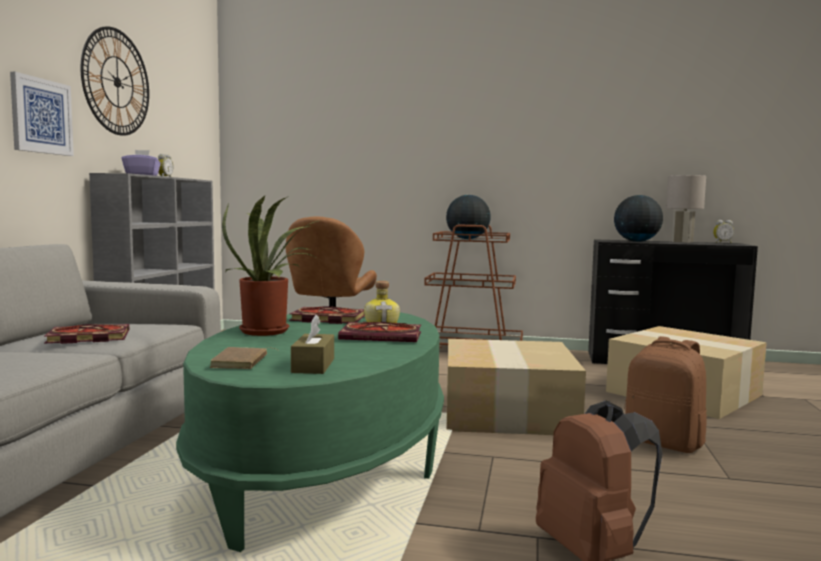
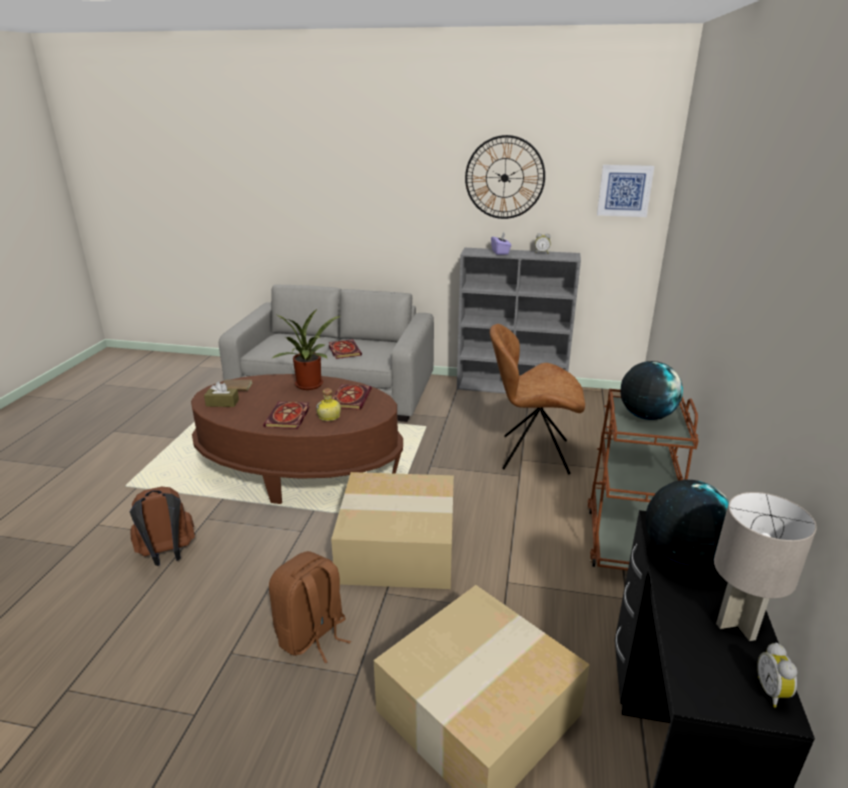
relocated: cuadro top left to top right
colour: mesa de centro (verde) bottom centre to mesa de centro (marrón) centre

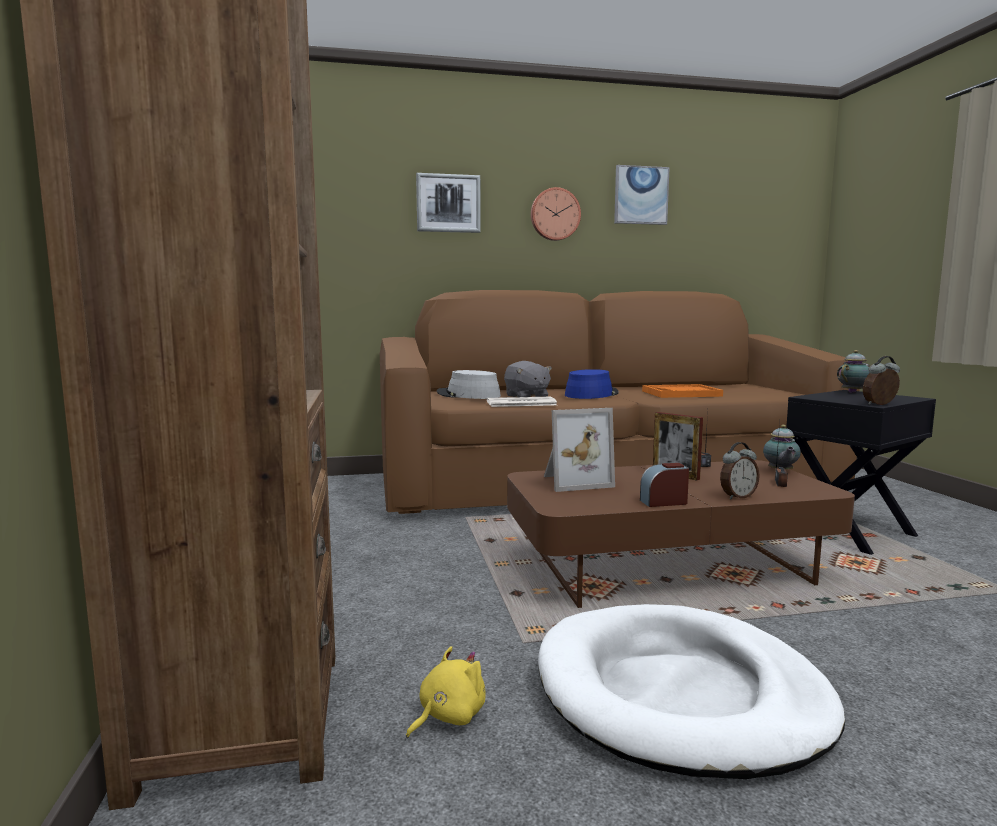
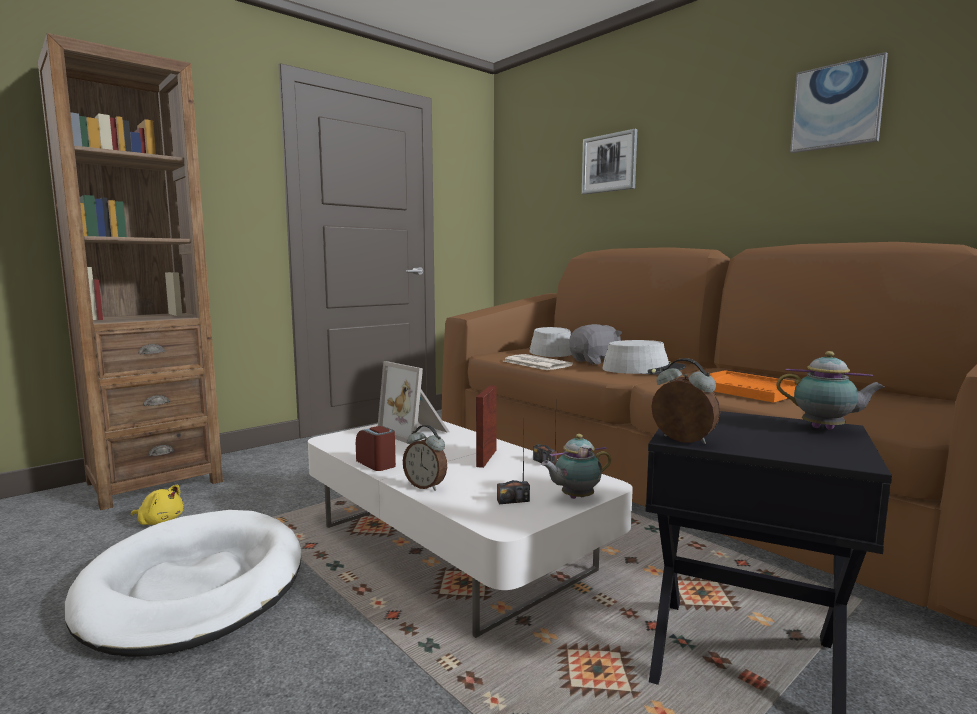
missing: reloj de pared top centre
colour: mesa de centro (marrón) middle right to mesa de centro (blanco) bottom centre; sombrero (azul) centre to sombrero (gris) (no. 2 from left) centre
spun: peluche (gris) centre = centre 150 degrees counterclockwise

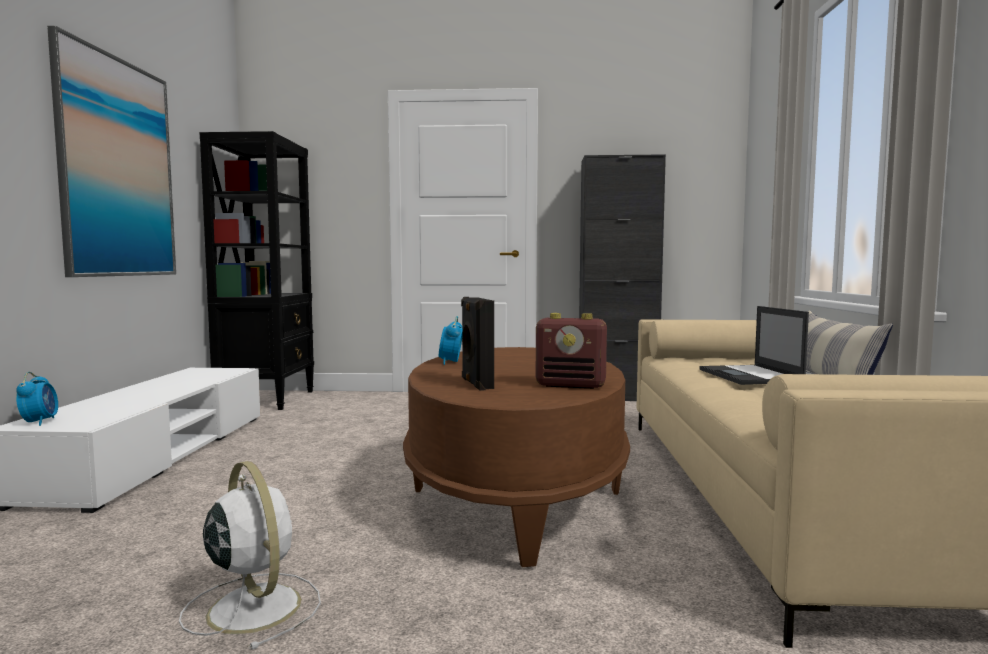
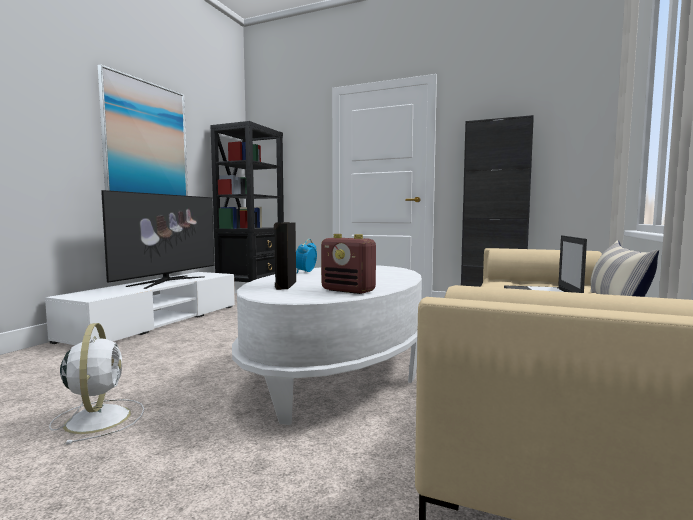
missing: despertador (no. 1 from left) middle left
appeared: televisor middle left
colour: mesa de centro (marrón) bottom centre to mesa de centro (blanco) centre

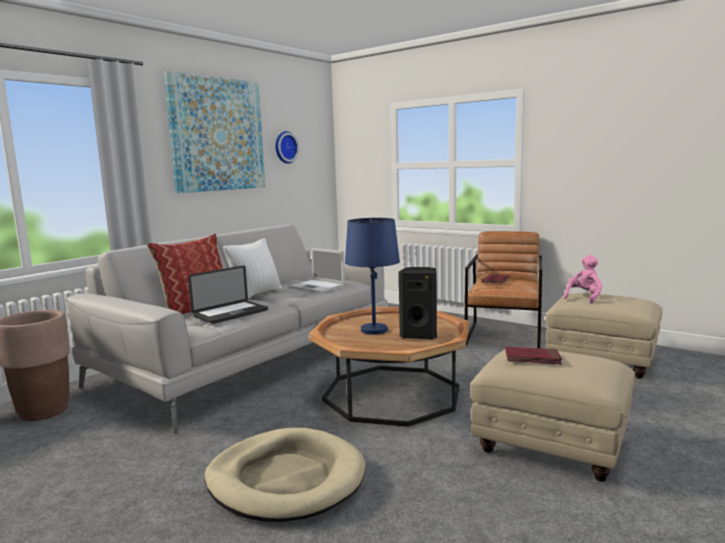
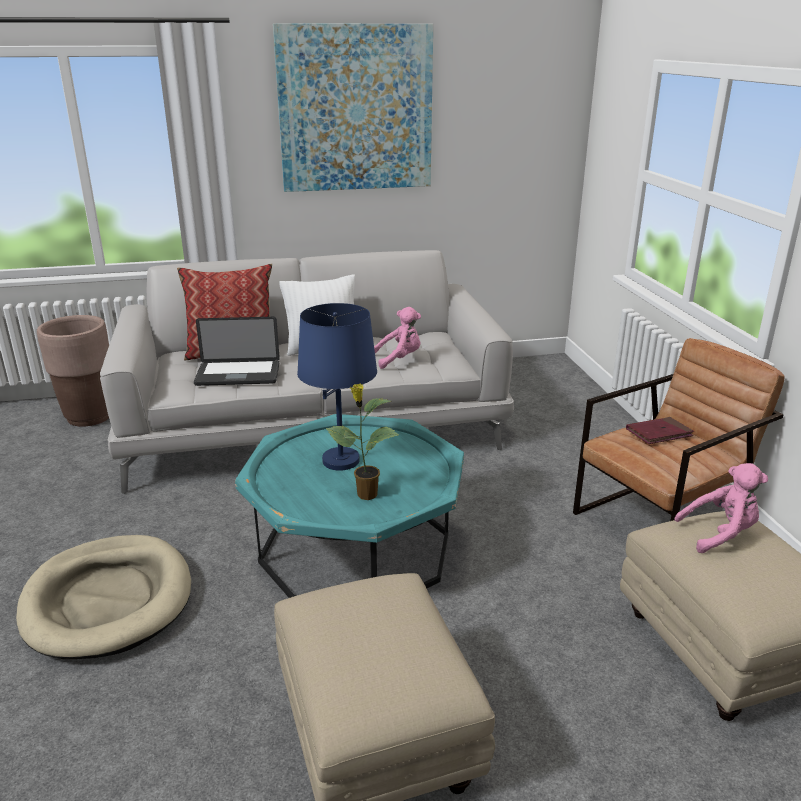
missing: reloj de pared top centre; libro (rojo) (no. 2 from left) middle right
exchanged: portátil (no. 2 from left) centre to peluche (rosa) (no. 1 from left) centre; altavoz (negro) centre to planta en maceta centre
colour: mesa de centro (marrón) bottom centre to mesa de centro (turquesa) centre

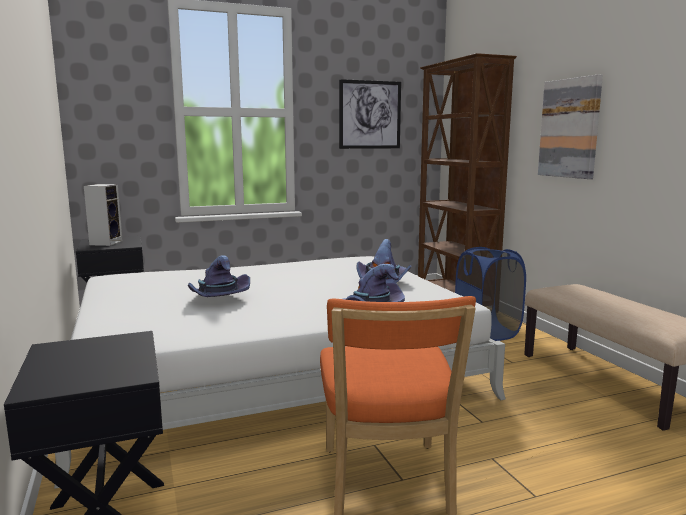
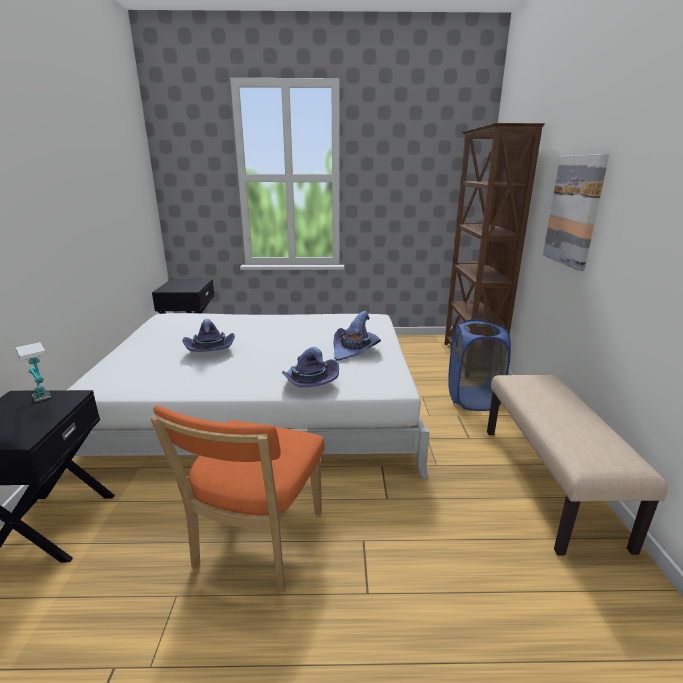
missing: altavoz middle left; cuadro (no. 1 from left) top centre
appeared: lámpara de mesa middle left

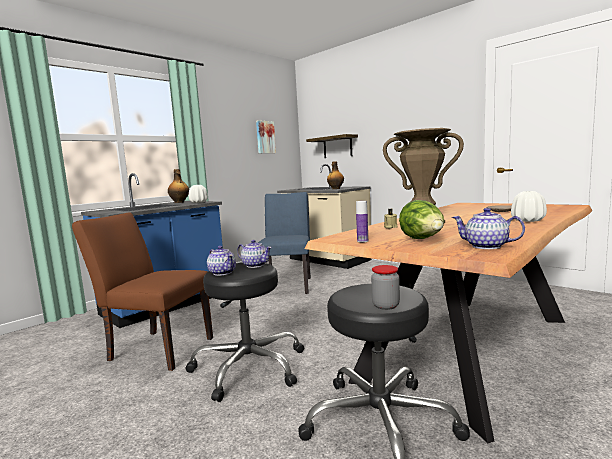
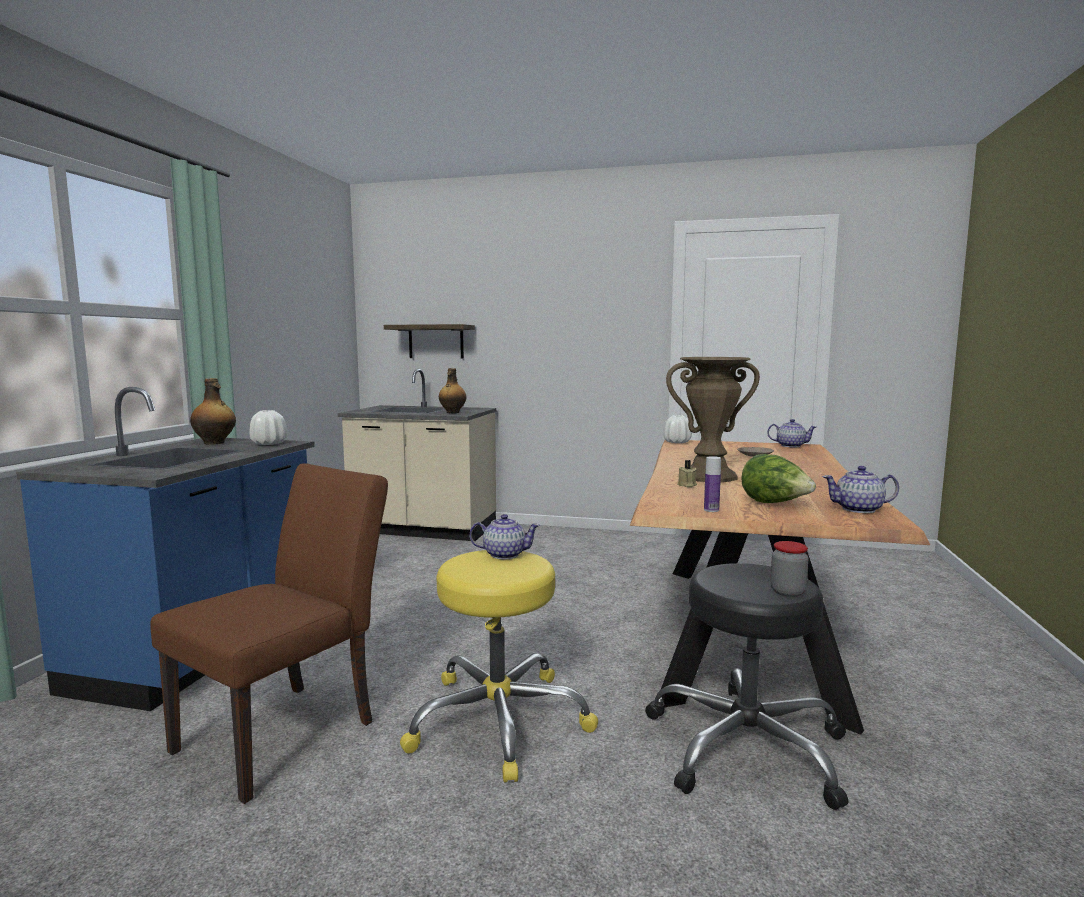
missing: cuadro top centre; silla (azul) centre
relocated: tetera (no. 1 from left in the first image) centre to tetera (no. 2 from left) middle right; florero (blanco) (no. 2 from left) middle right to centre
colour: taburete (negro) (no. 1 from left) bottom centre to taburete (amarillo) bottom centre
spun: silla (marrón) middle left = bottom left 135 degrees clockwise

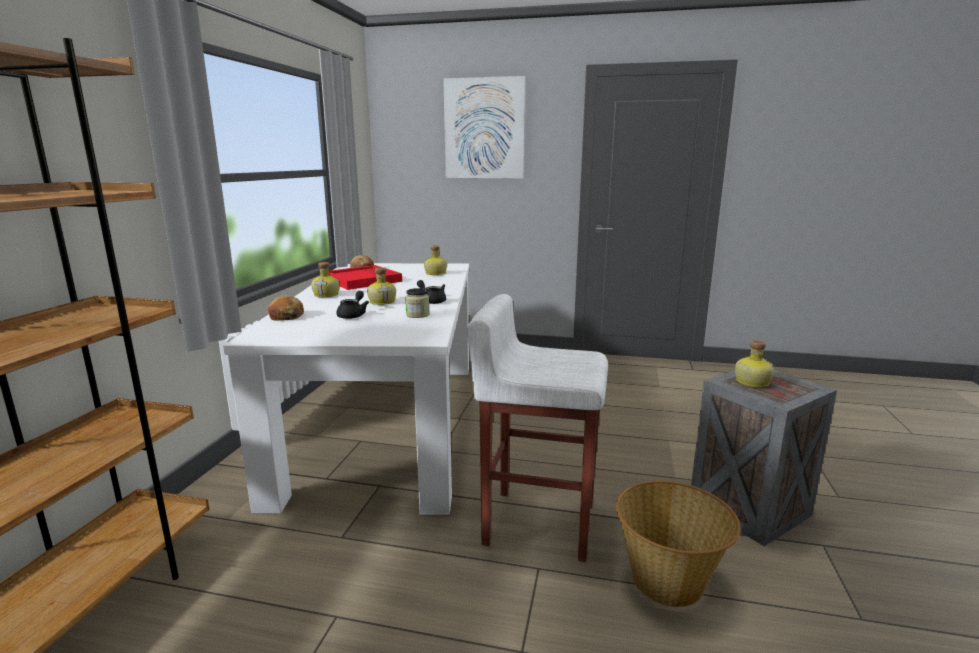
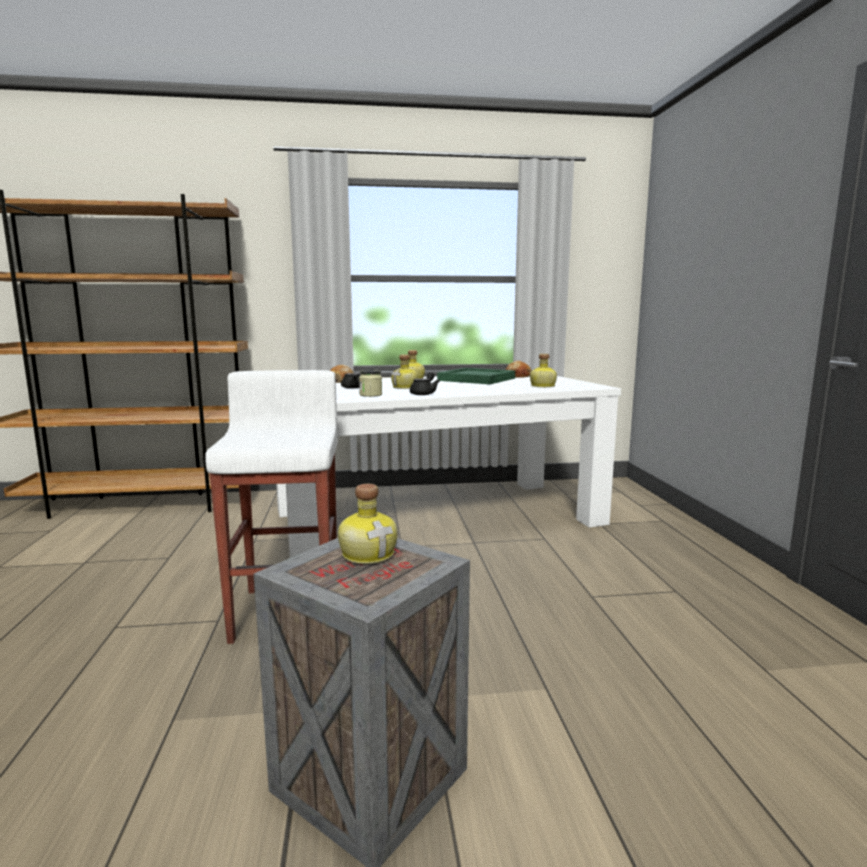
missing: cuadro top centre; cesta bottom right
colour: bandeja (rojo) centre to bandeja (verde) centre

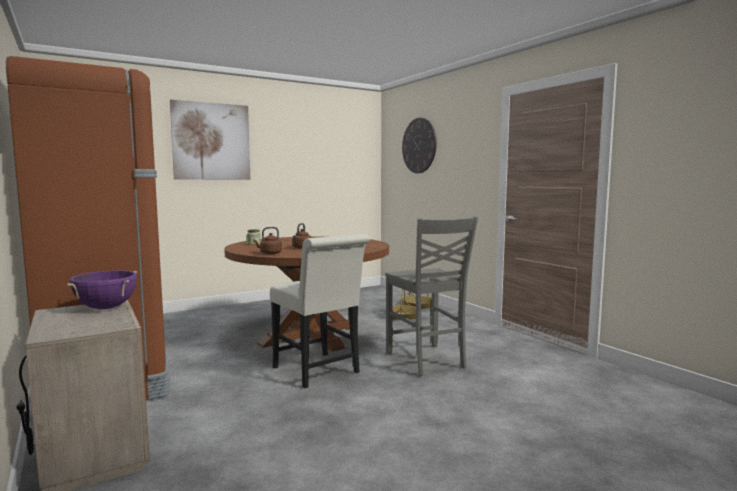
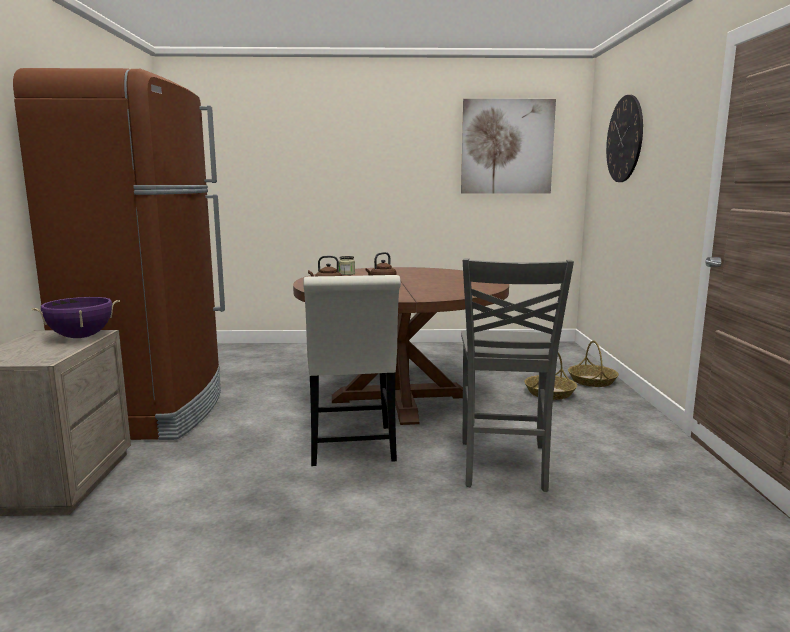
relocated: cuadro top left to top centre

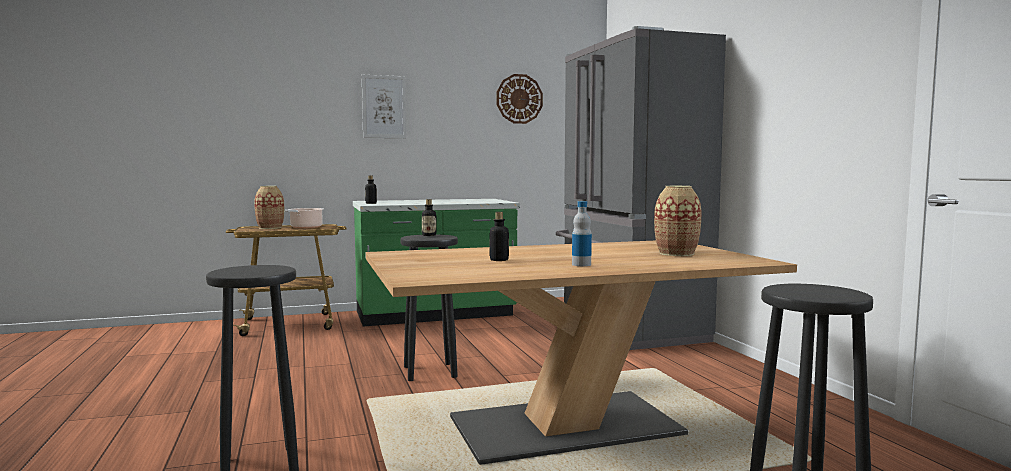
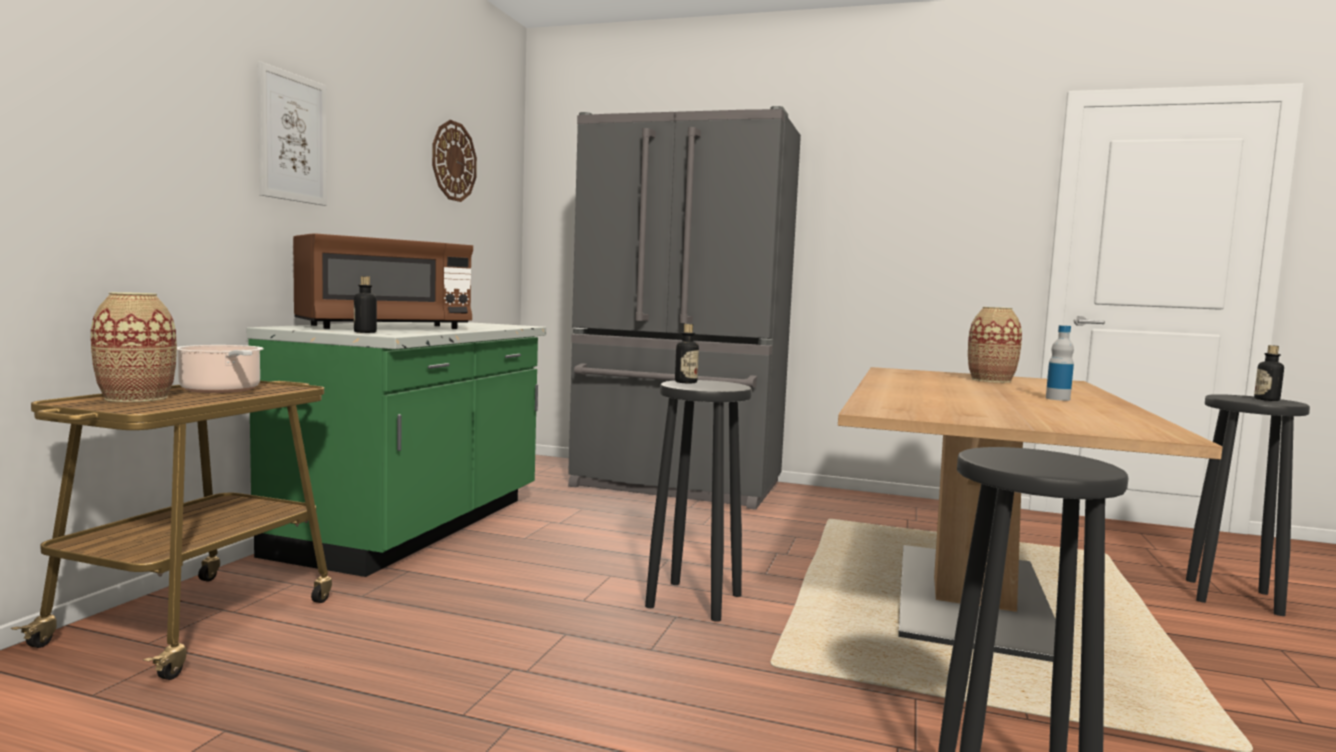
appeared: microondas (marrón) middle left
relocated: botella (no. 3 from left in the first image) centre to botella (no. 4 from left) middle right

